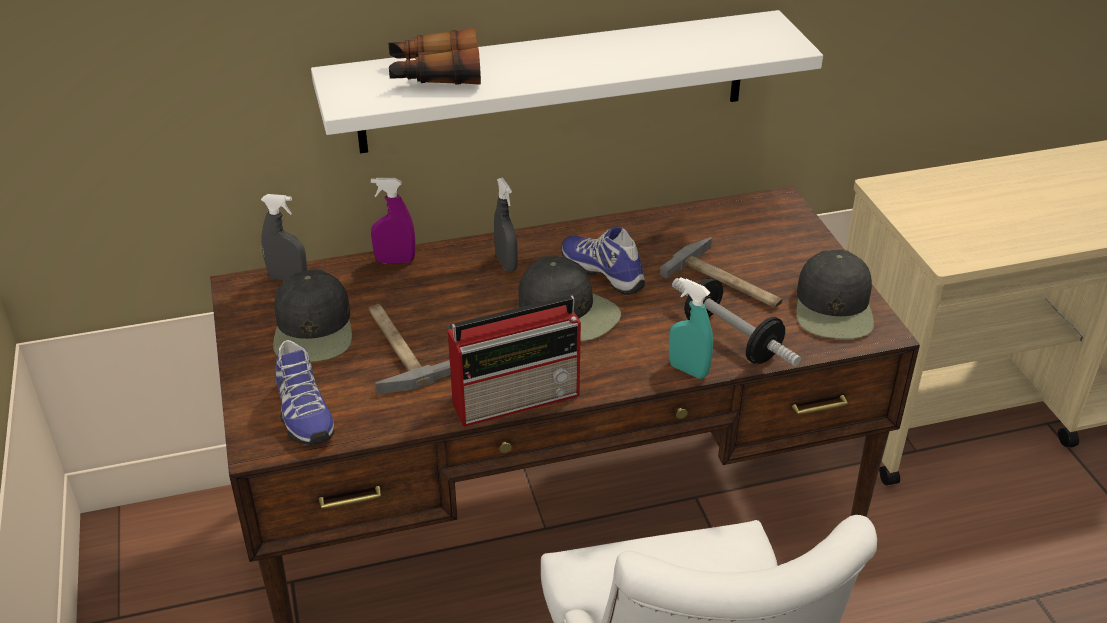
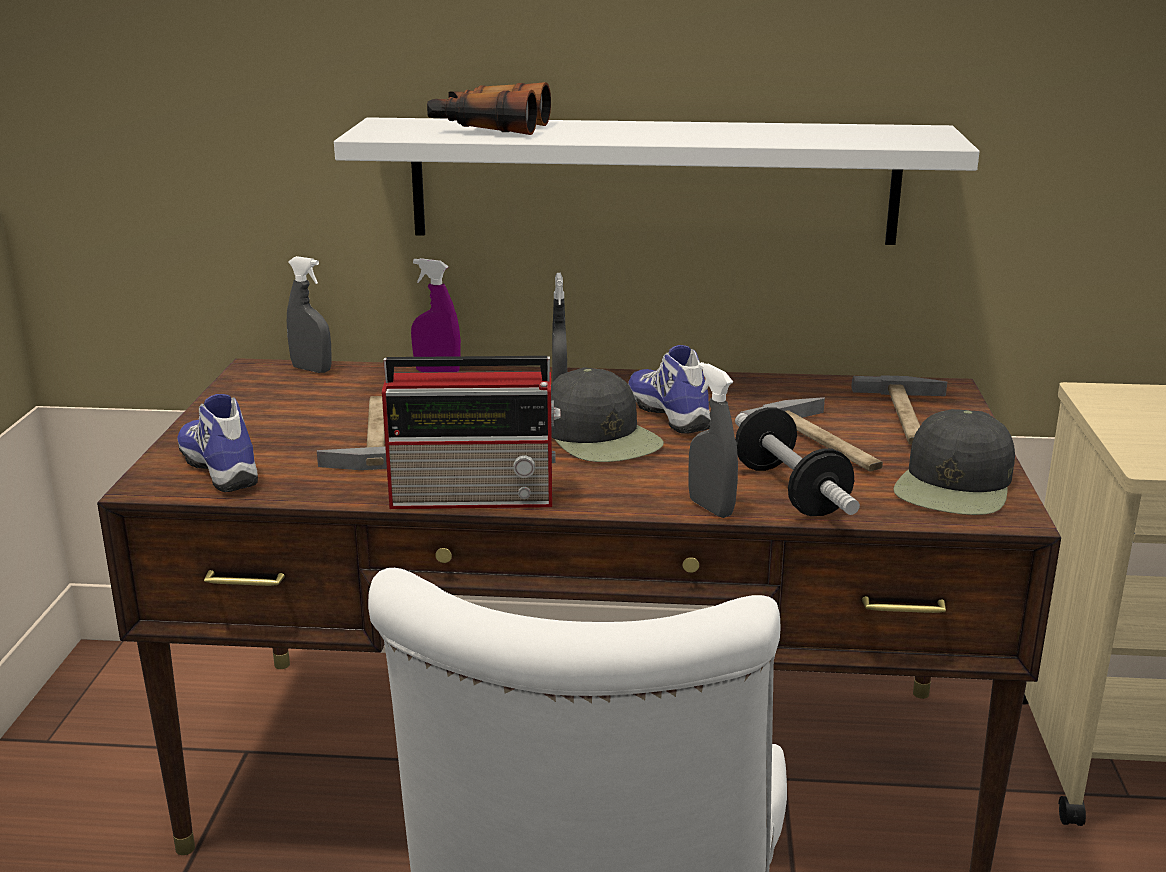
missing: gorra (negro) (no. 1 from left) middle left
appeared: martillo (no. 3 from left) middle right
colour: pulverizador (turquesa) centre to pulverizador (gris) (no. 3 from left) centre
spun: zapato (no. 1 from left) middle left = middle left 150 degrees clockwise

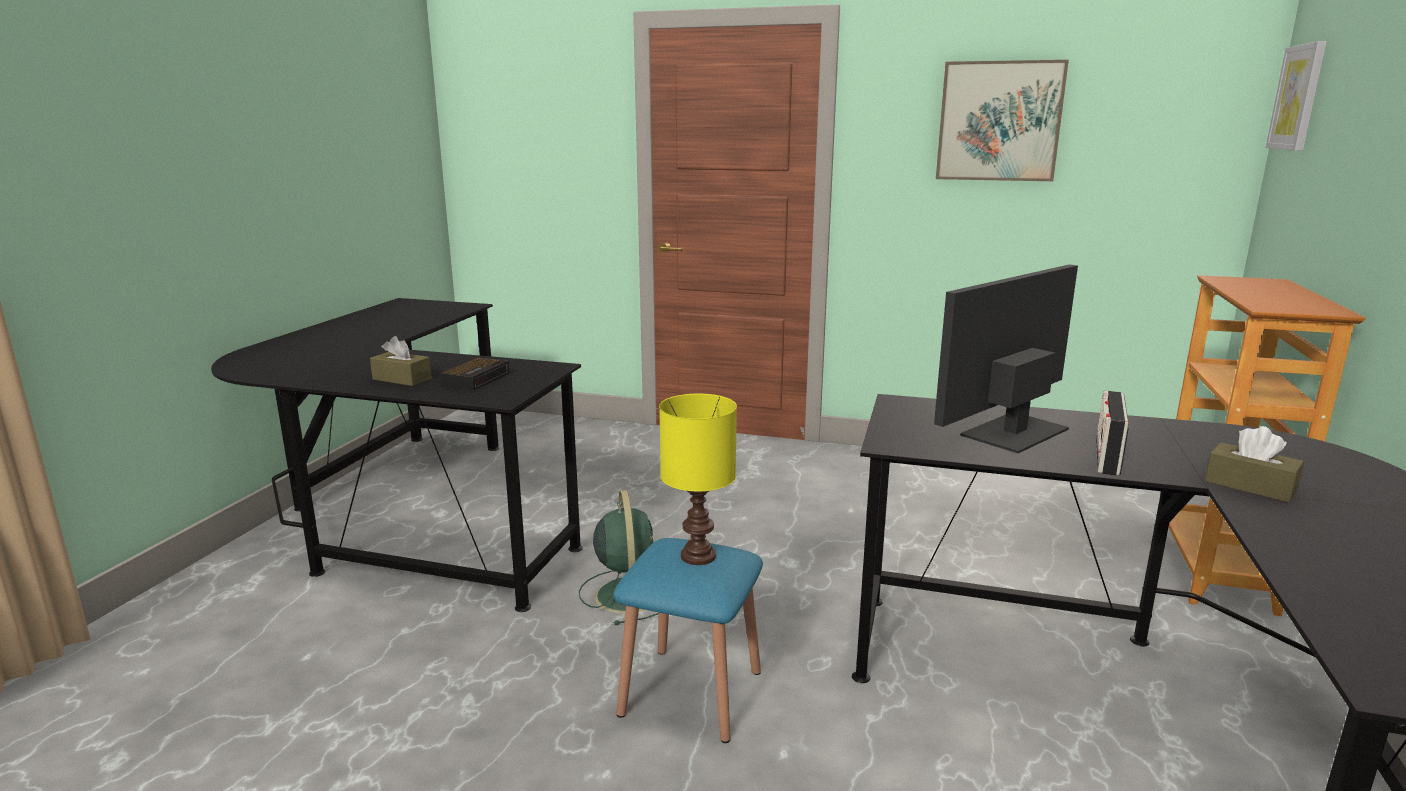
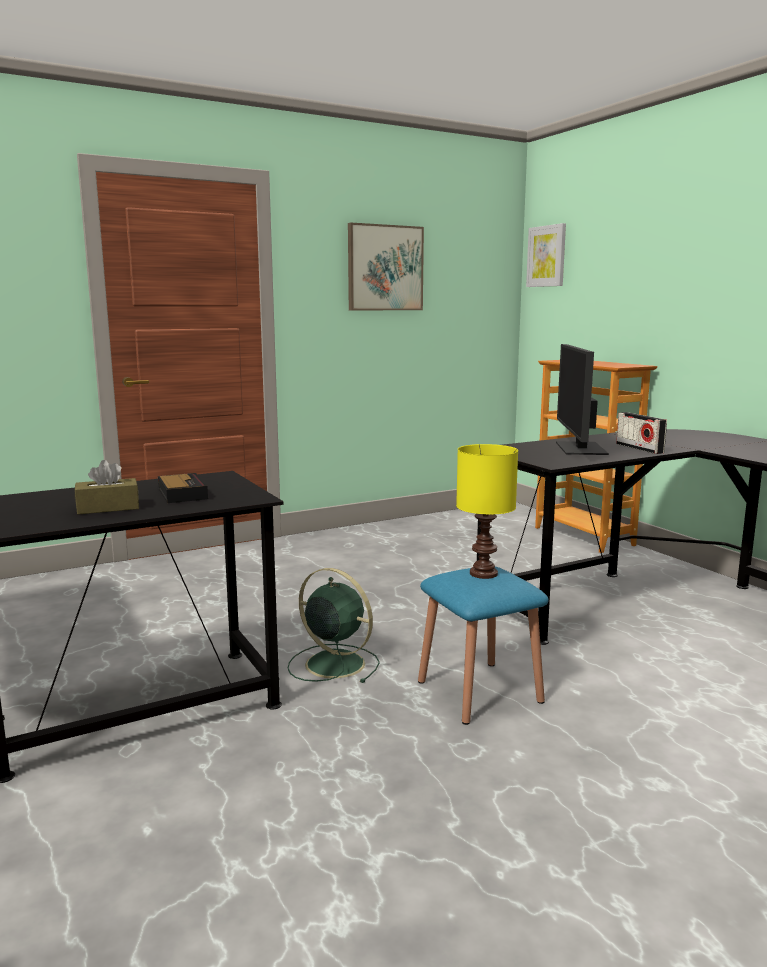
missing: caja de pañuelos (marrón) (no. 2 from left) middle right

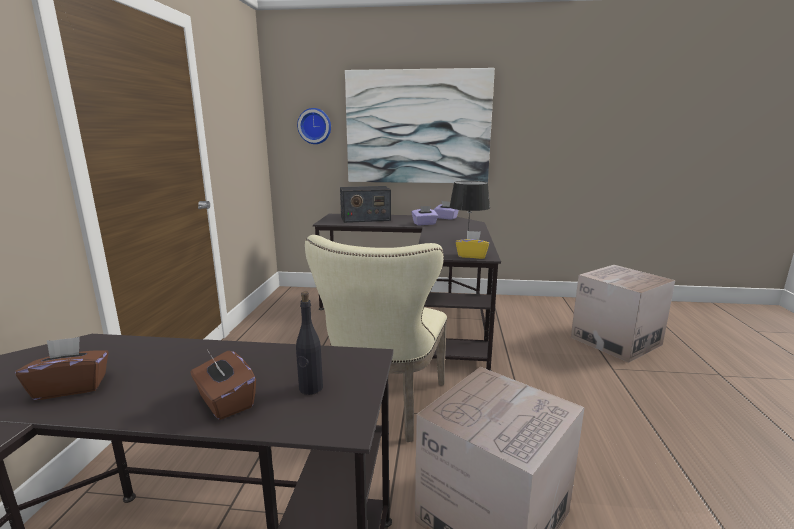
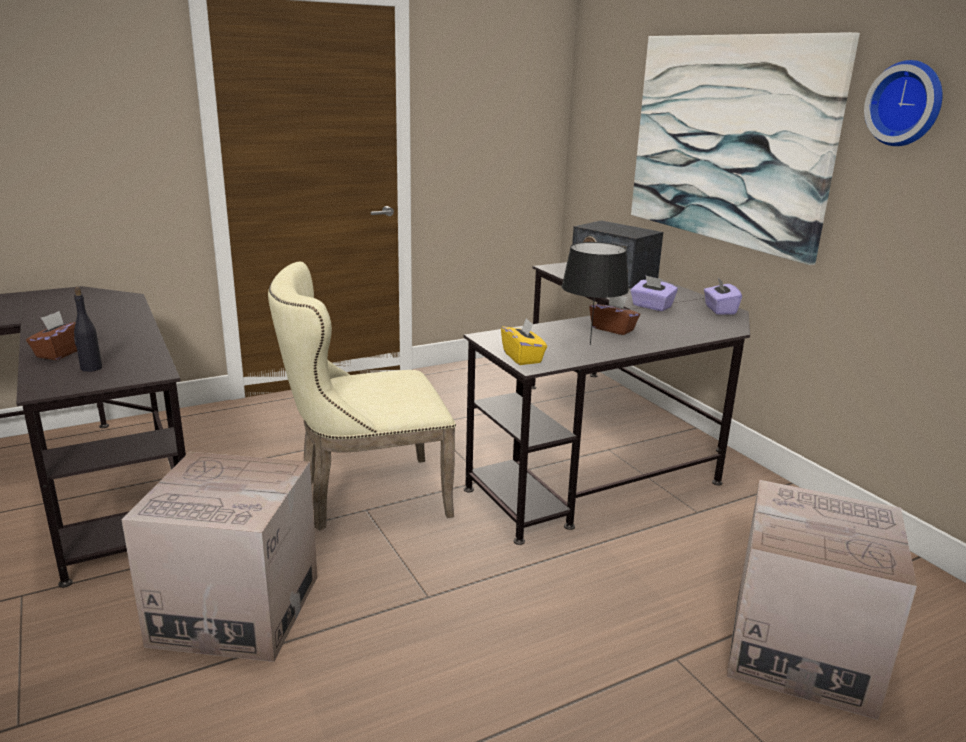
relocated: caja de pañuelos (marrón) (no. 1 from left in the first image) bottom left to caja de pañuelos (marrón) (no. 2 from left) centre; reloj de pared top centre to top right

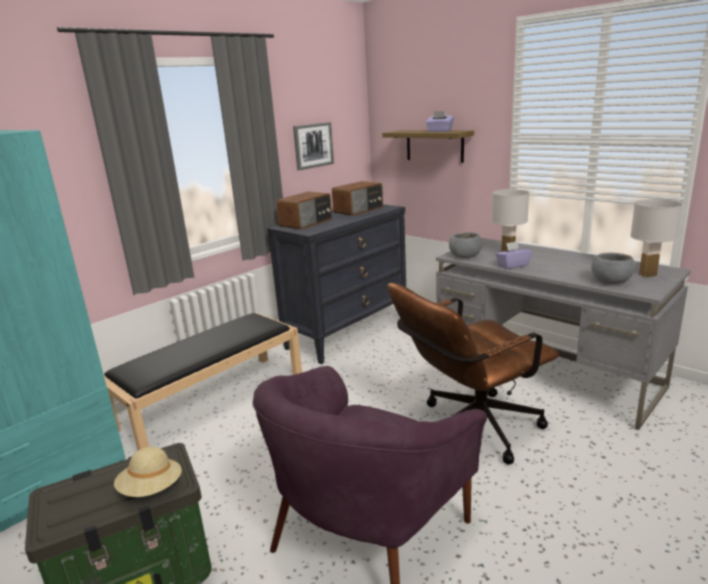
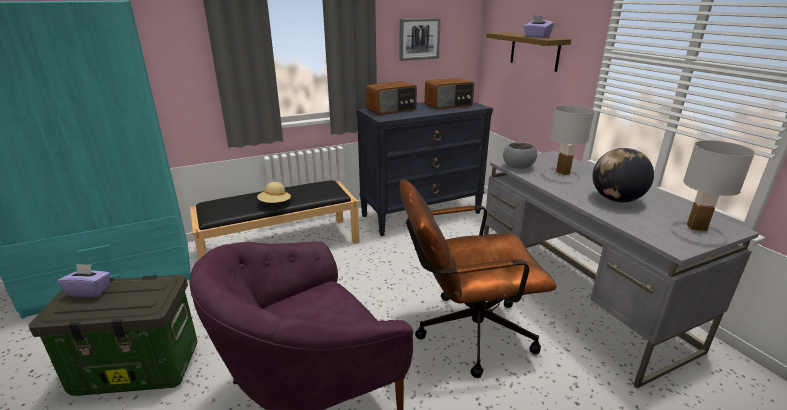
missing: cuenco (gris) (no. 2 from left) middle right
appeared: globo terráqueo middle right
relocated: sombrero (beis) bottom left to centre; caja de pañuelos (morado) (no. 2 from left in the first image) middle right to caja de pañuelos (morado) (no. 1 from left) bottom left

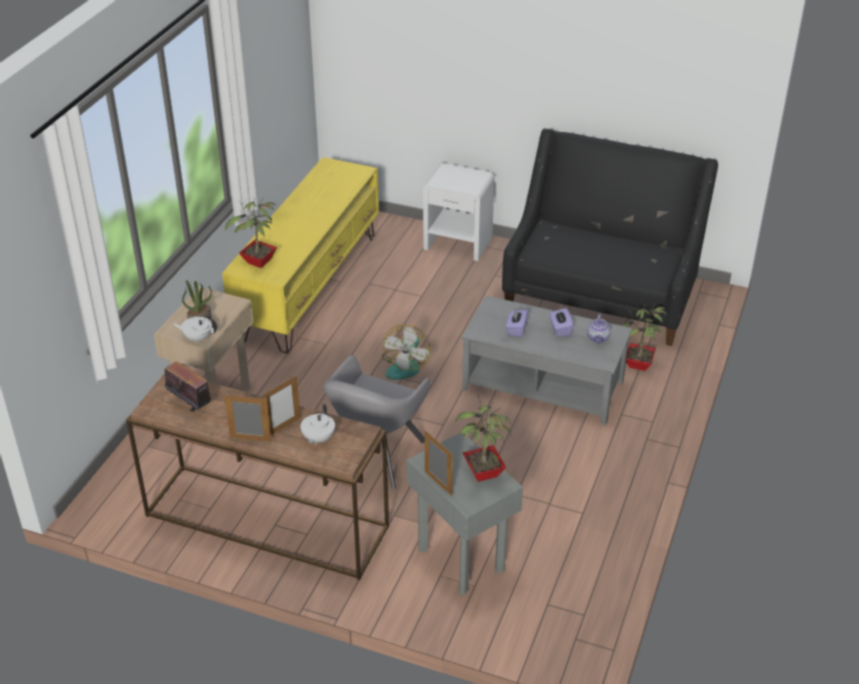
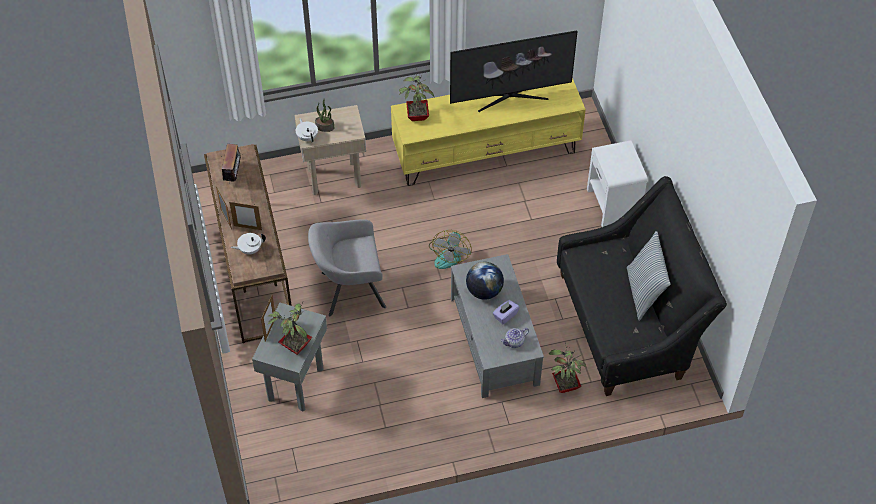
appeared: televisor top centre; cojín middle right
exchanged: caja de pañuelos (morado) (no. 1 from left) centre to globo terráqueo centre
spun: ventilador centre = centre 60 degrees counterclockwise

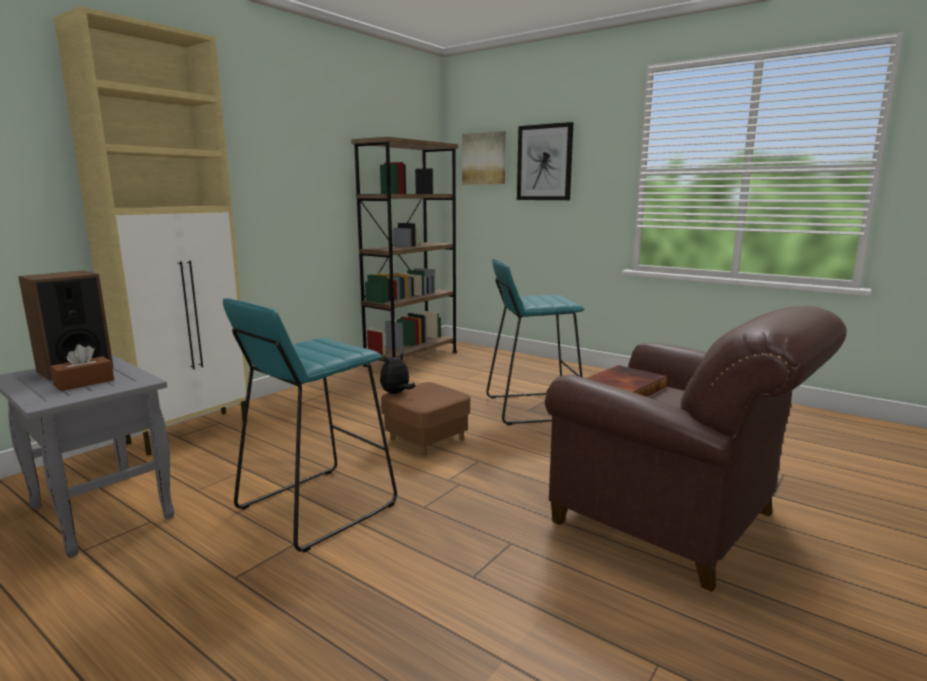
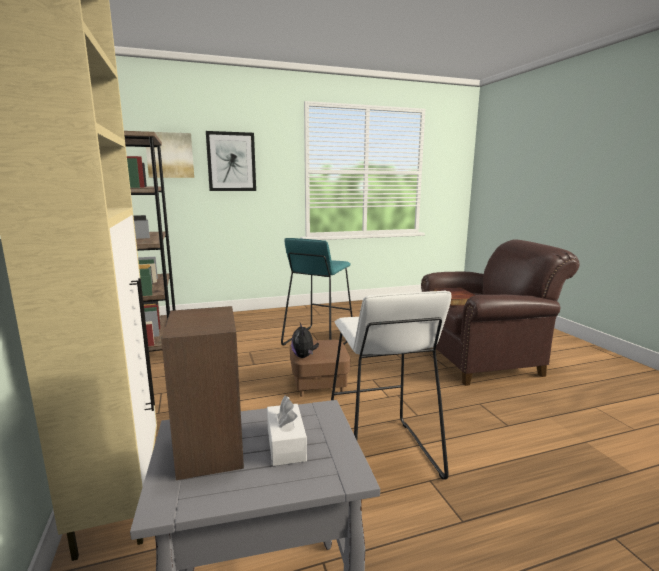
colour: caja de pañuelos (marrón) middle left to caja de pañuelos (blanco) bottom centre; taburete (turquesa) (no. 1 from left) centre to taburete (blanco) bottom centre

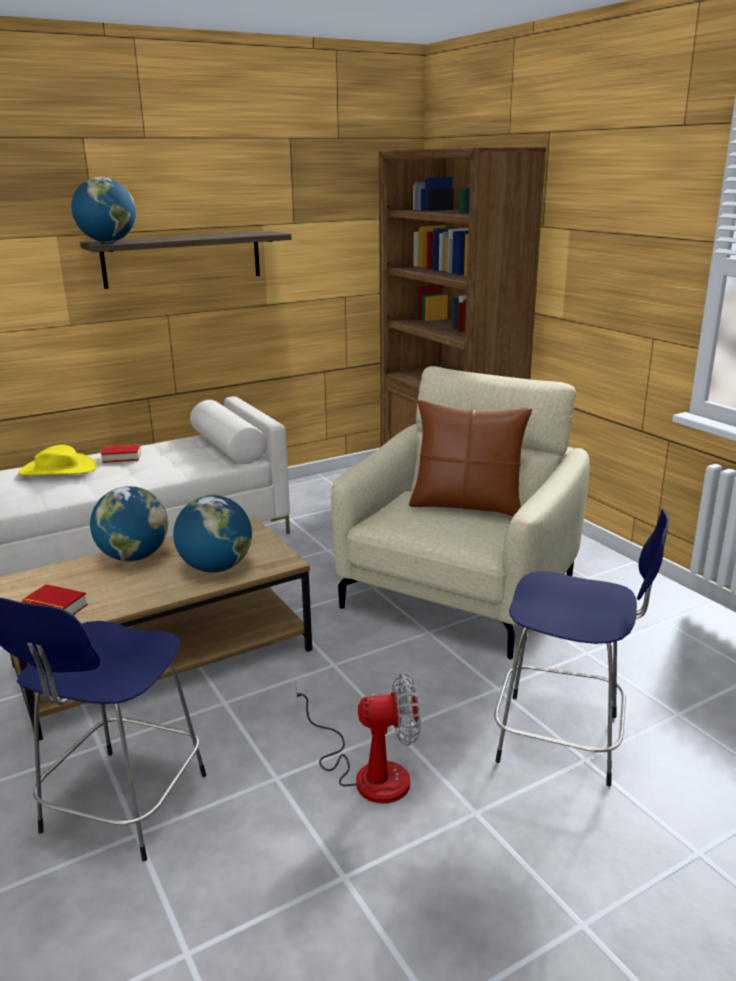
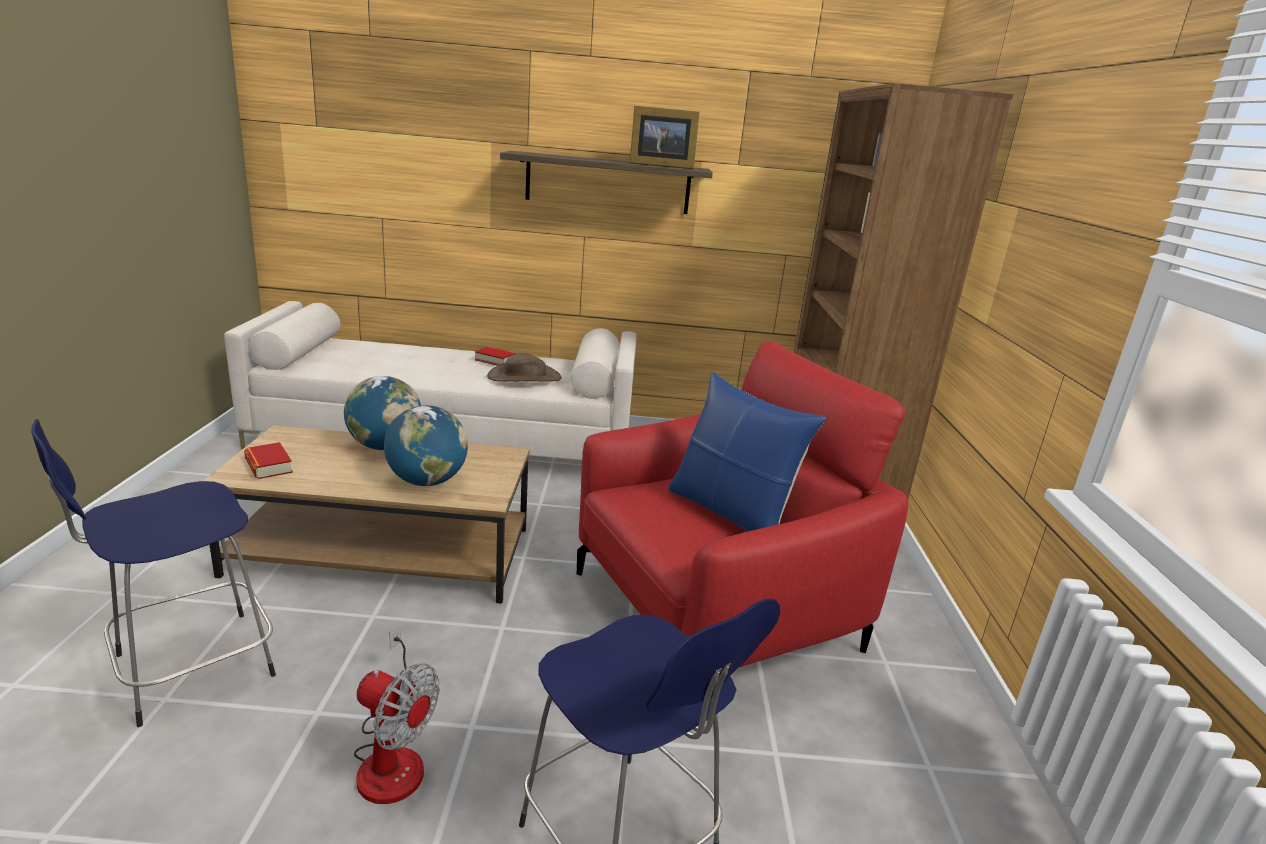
missing: sombrero (amarillo) middle left; globo terráqueo (no. 1 from left) top left
appeared: sombrero (marrón) centre; portarretratos top centre
colour: sillón (beis) centre to sillón (rojo) centre; cojín (marrón) centre to cojín (azul) centre

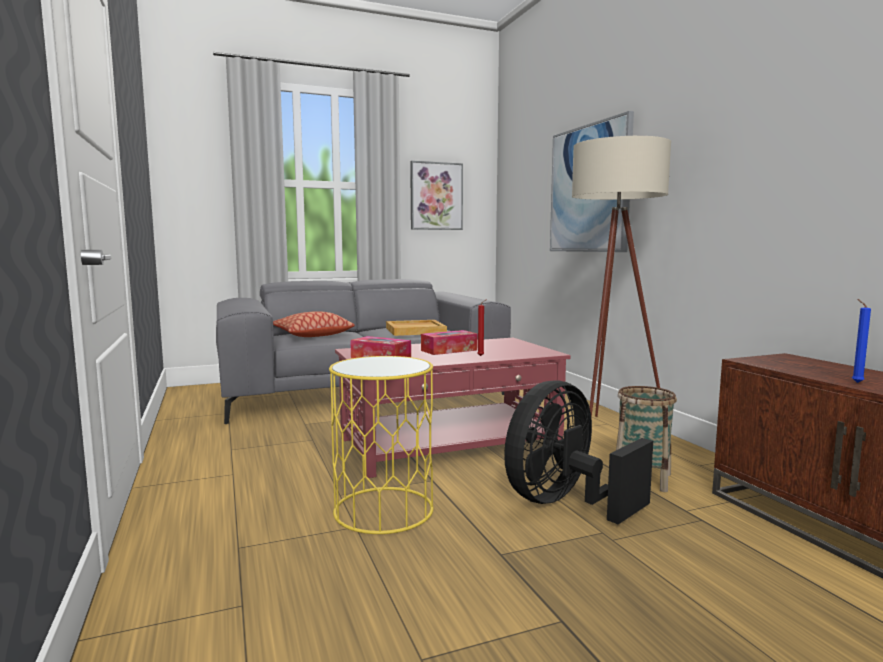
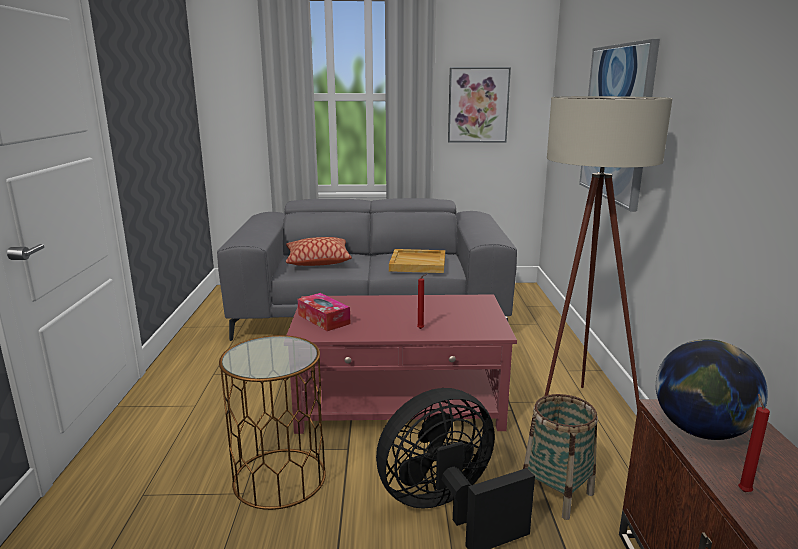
missing: caja de pañuelos (no. 2 from left) centre
appeared: globo terráqueo bottom right
colour: mesa auxiliar (amarillo) bottom centre to mesa auxiliar (marrón) bottom centre; vela (azul) middle right to vela (rojo) (no. 2 from left) bottom right

